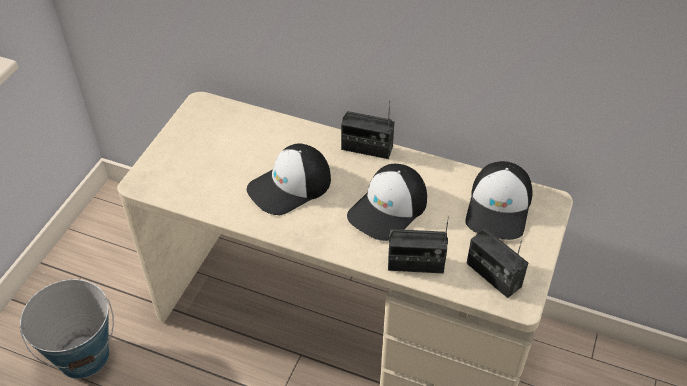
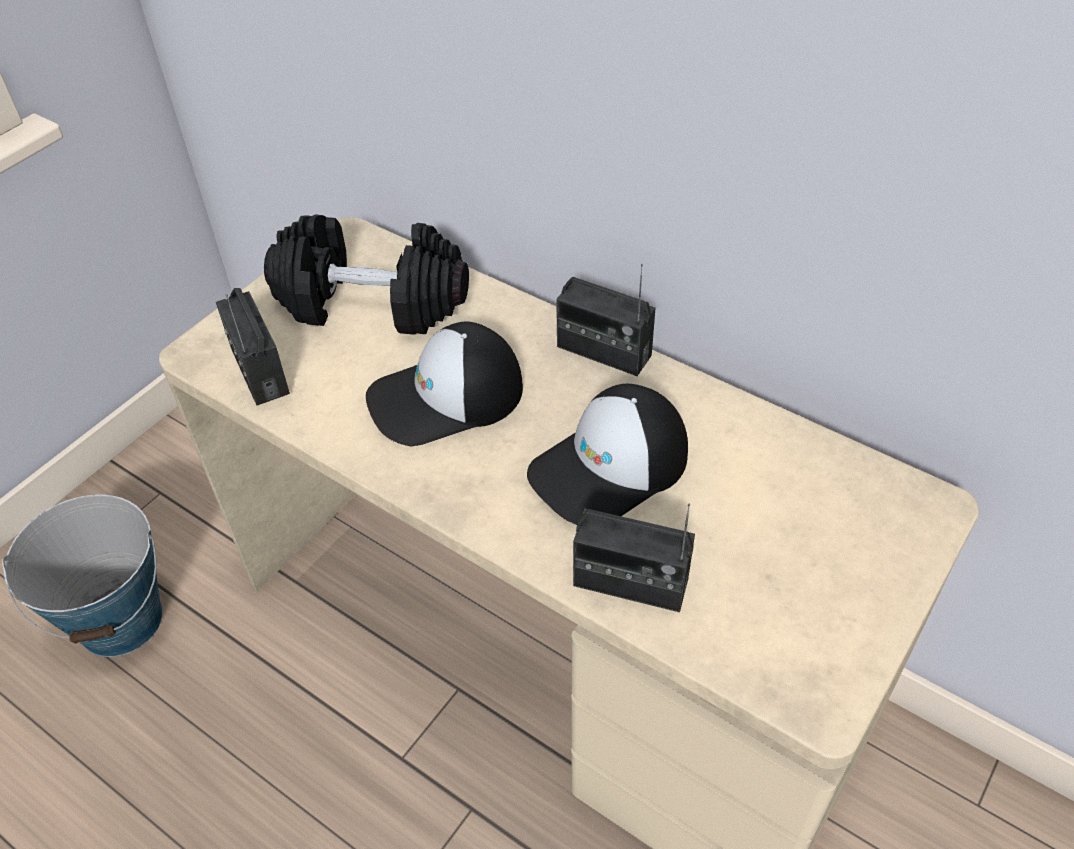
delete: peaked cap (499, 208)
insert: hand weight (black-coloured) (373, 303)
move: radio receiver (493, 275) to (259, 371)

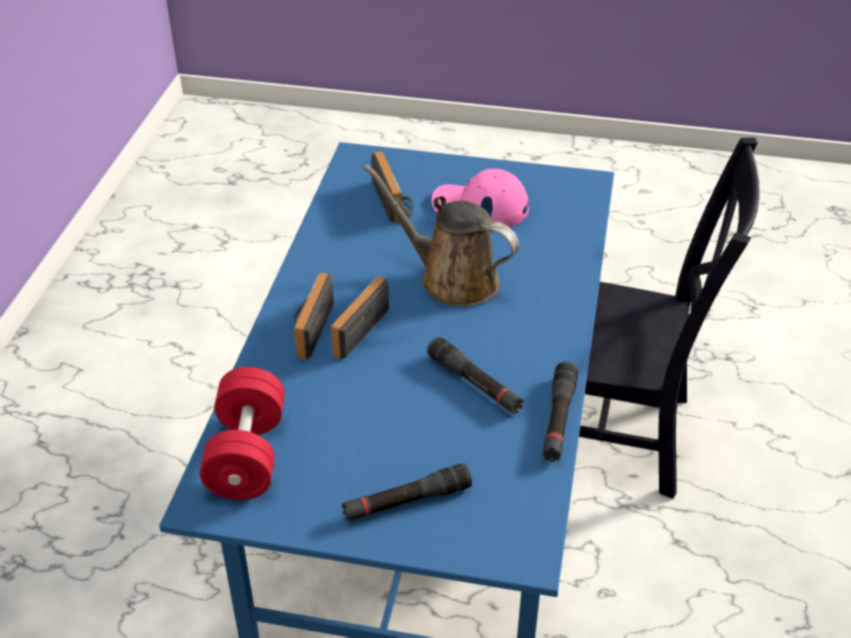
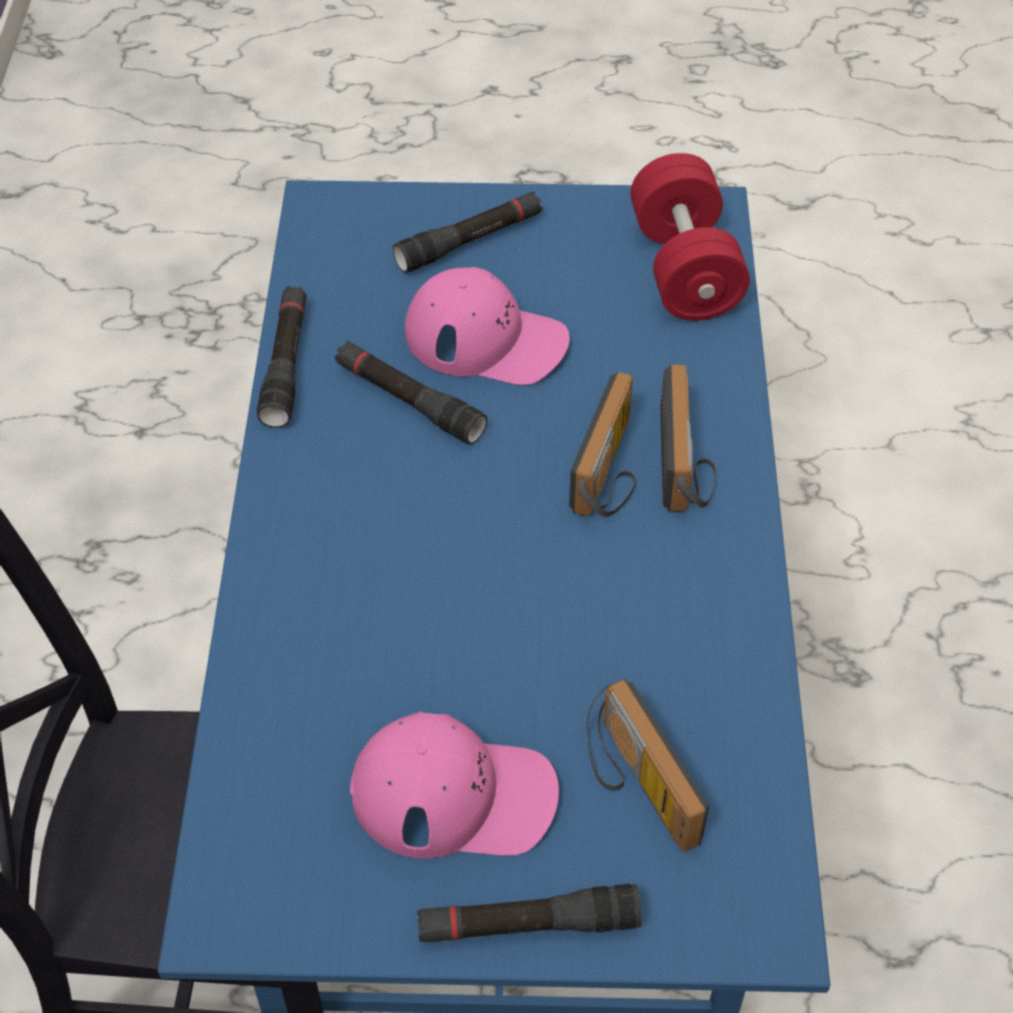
delete: watering pot (brown) (452, 279)
insert: peaked cap (pinkish) (486, 339); hand torch (black-coloured) (528, 925)

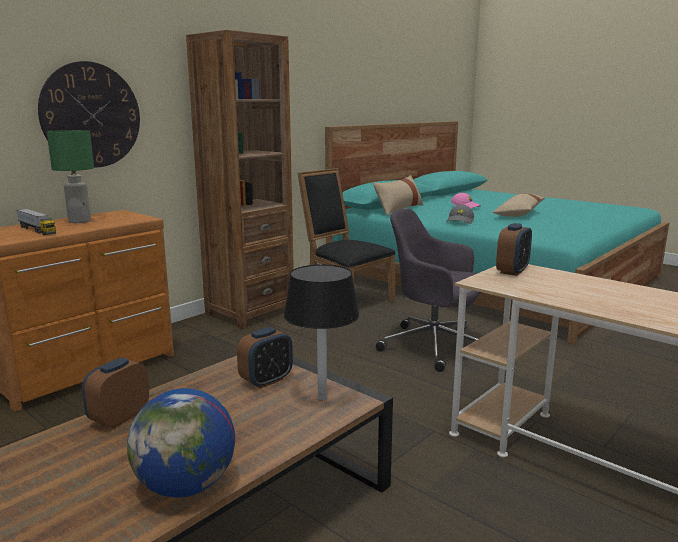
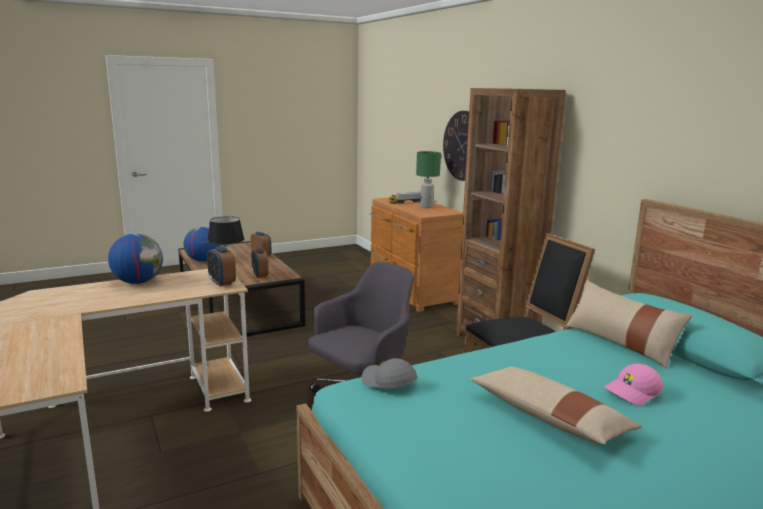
insert: globe (138, 282)
move: peaked cap (gray) (460, 221) to (388, 382)

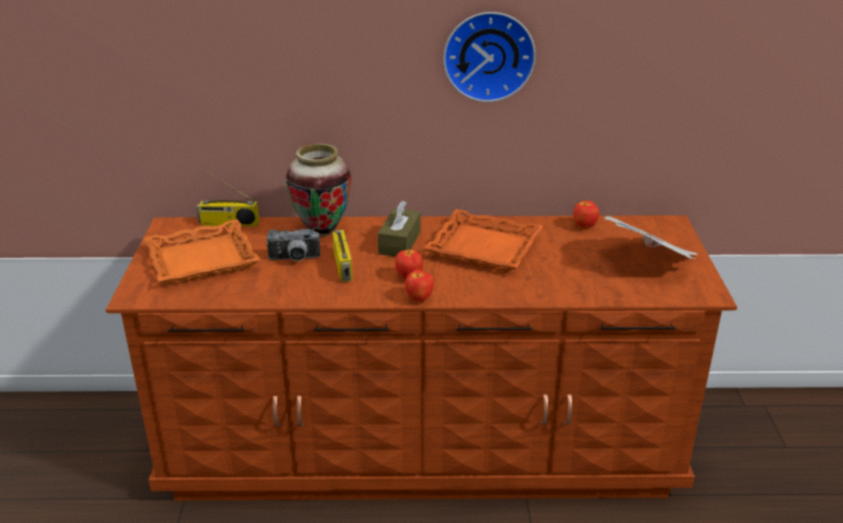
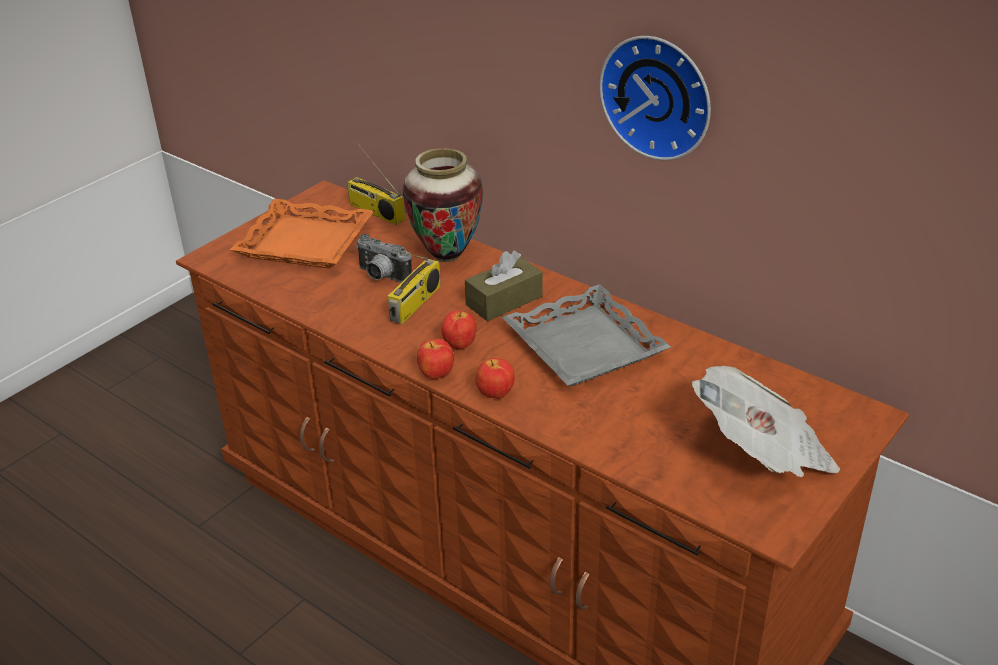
move: whole apple (584, 227) to (495, 395)
recolor: tray (orange) (484, 247) to tray (gray) (585, 345)

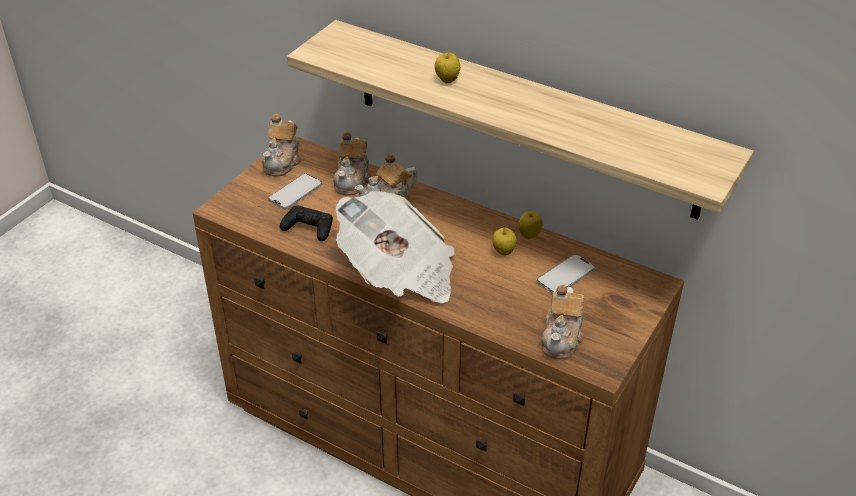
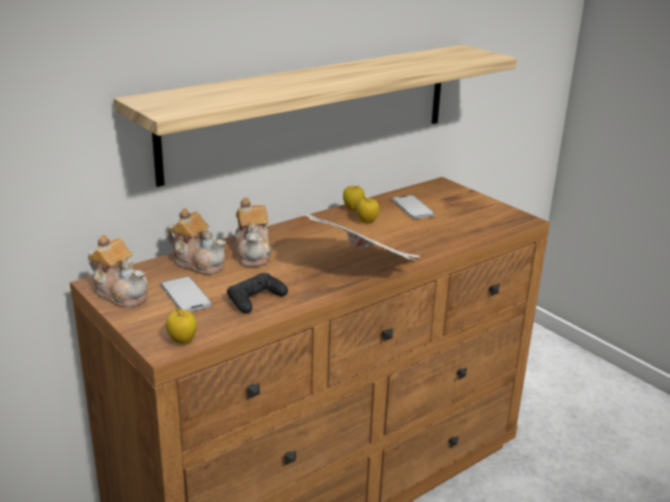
delete: teapot (562, 338)
move: whole apple (447, 80) to (182, 341)

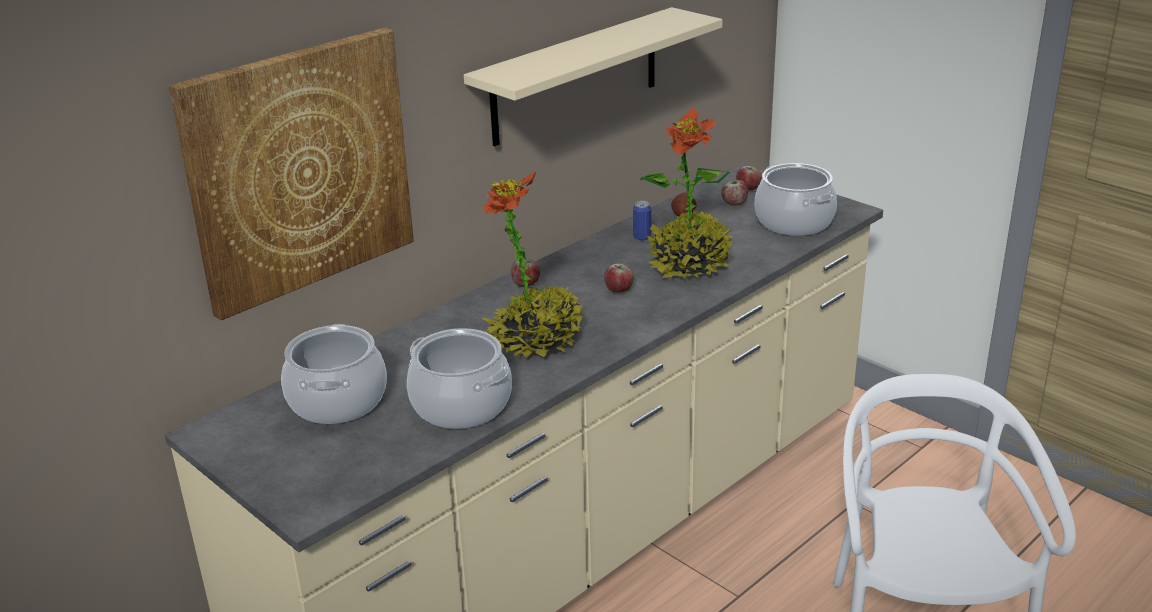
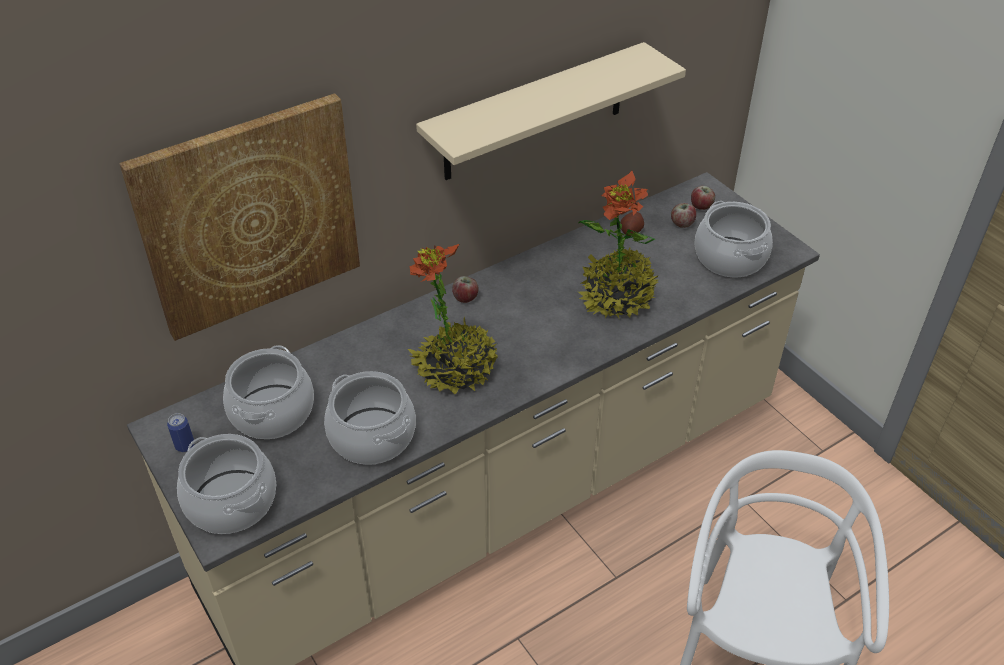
delete: whole apple (619, 290)
insert: stockpot (232, 501)
move: metal can (642, 237) to (185, 446)

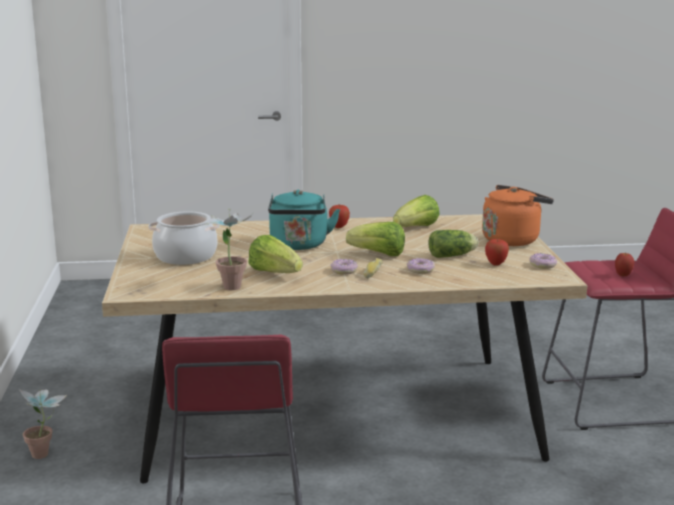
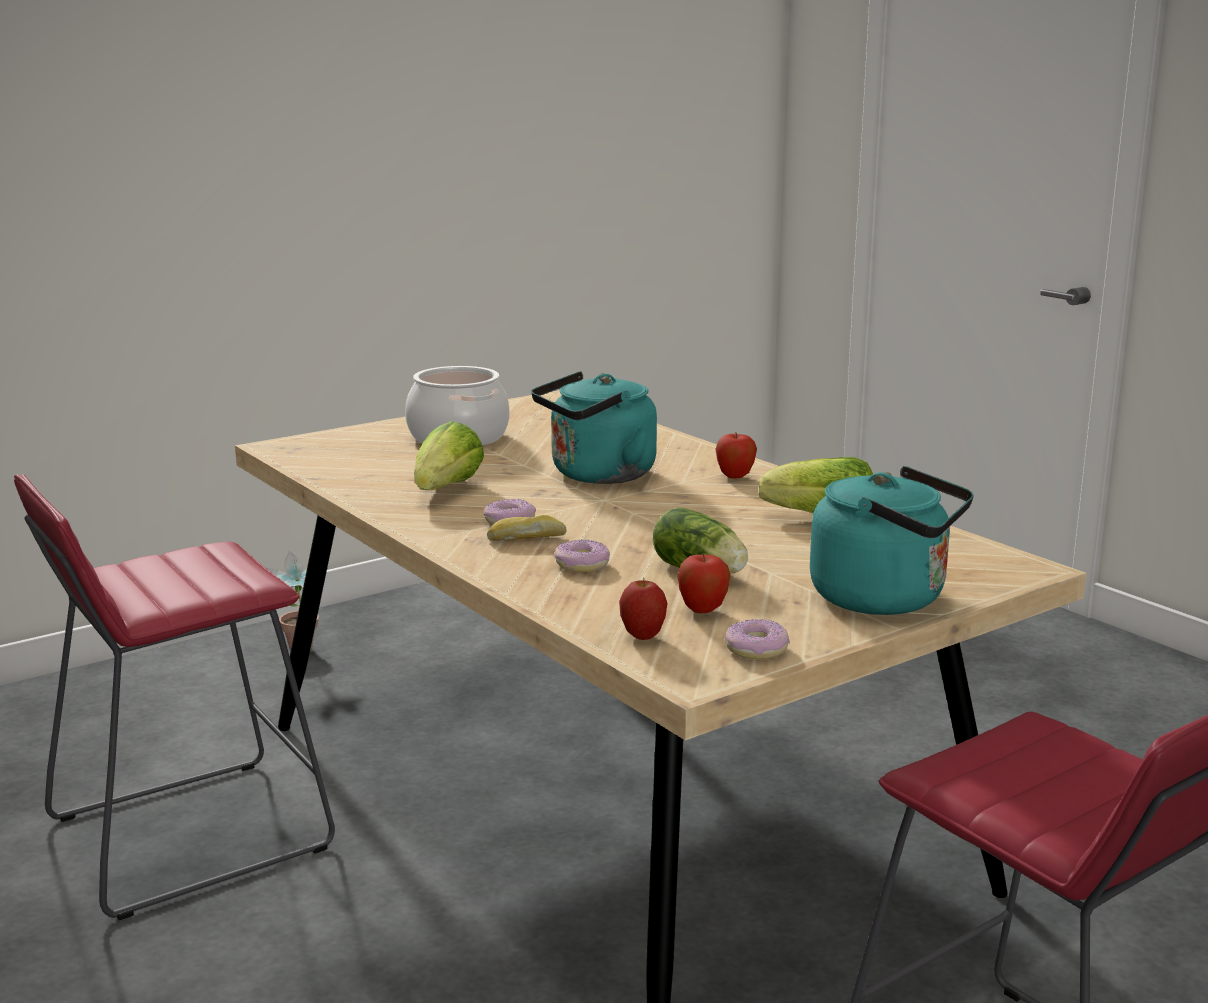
delete: potted plant (231, 285); lettuce (378, 254)
move: whole apple (623, 275) to (643, 637)
recolor: water kettle (orange) (513, 240) to water kettle (turquoise) (886, 599)

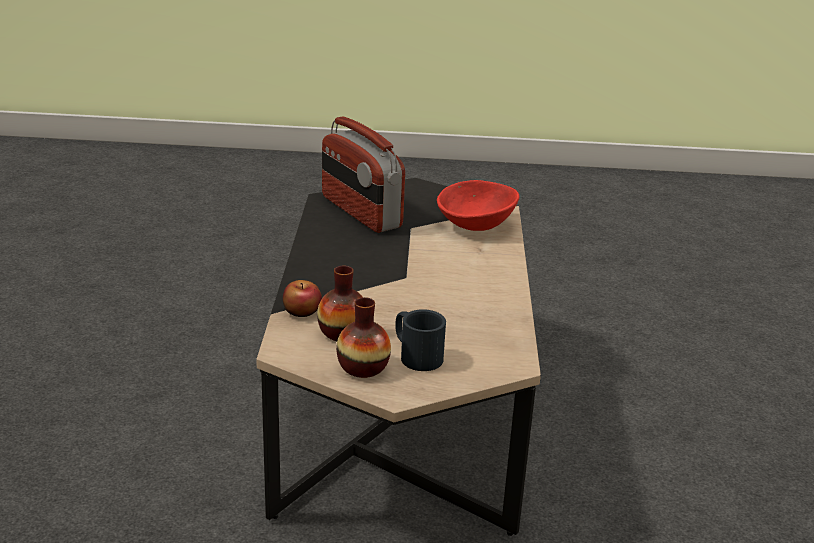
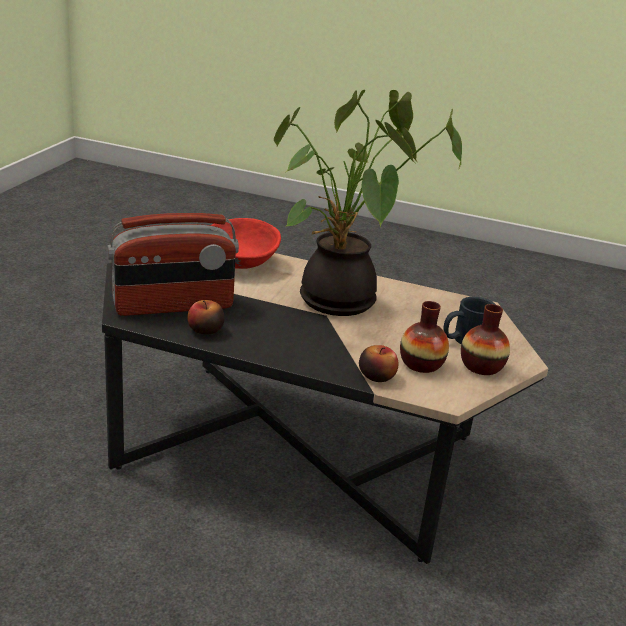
insert: whole apple (205, 330); potted plant (341, 304)

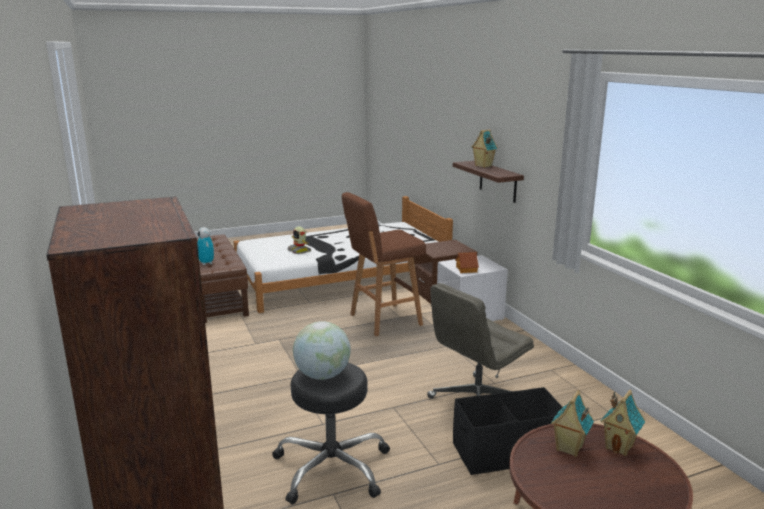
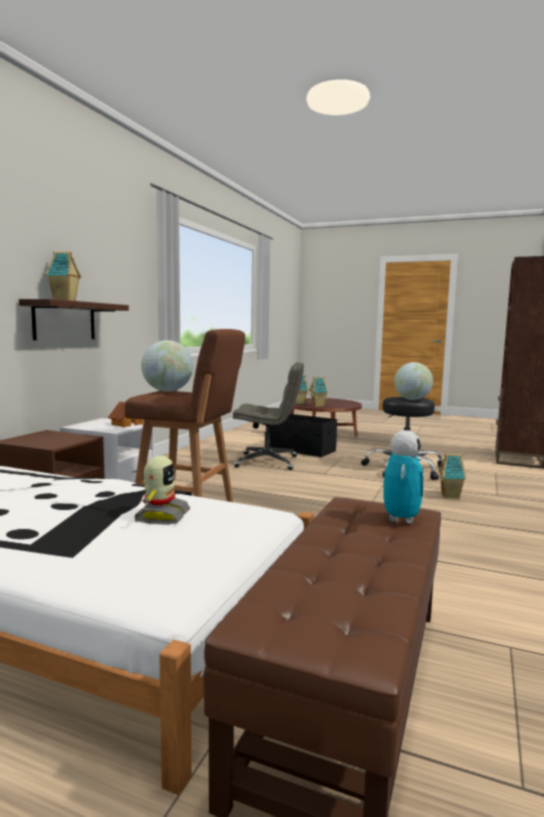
insert: globe (167, 391); model house (451, 496)

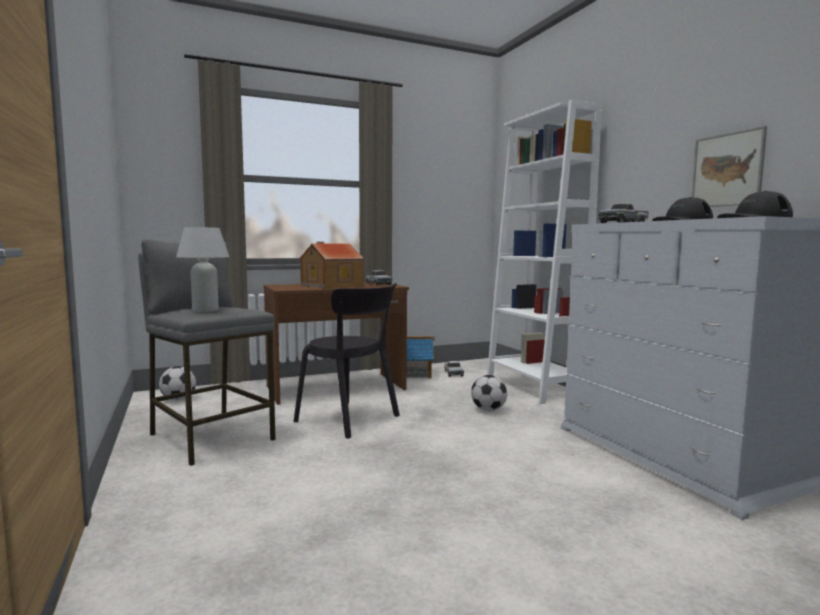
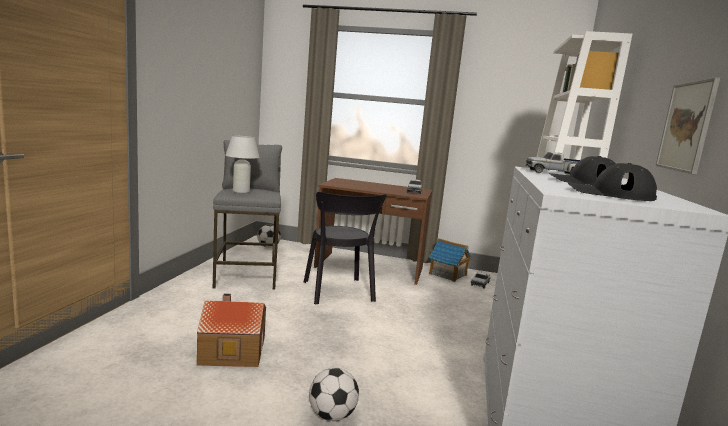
move: model house (330, 285) to (232, 350); ball for football (488, 410) to (332, 415)

